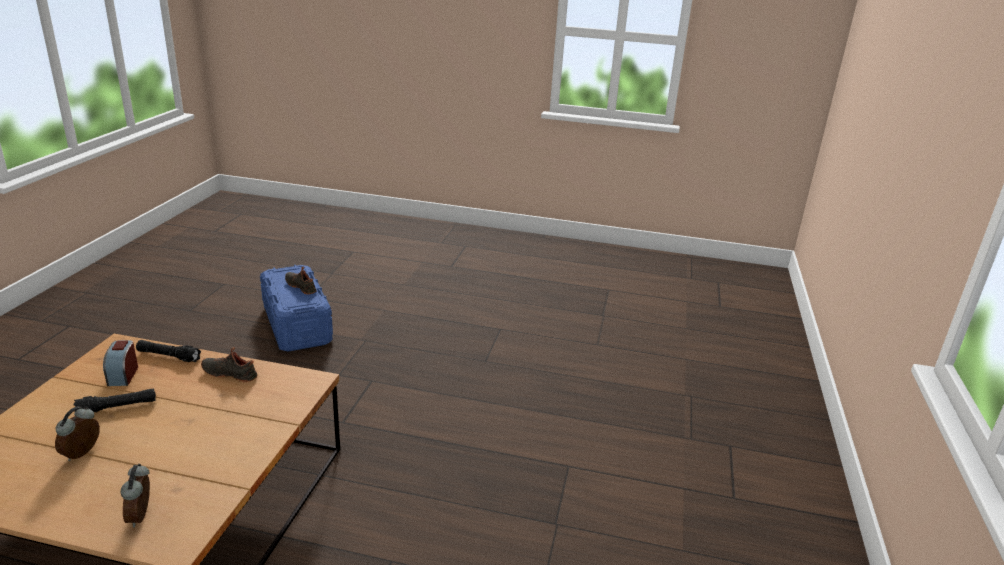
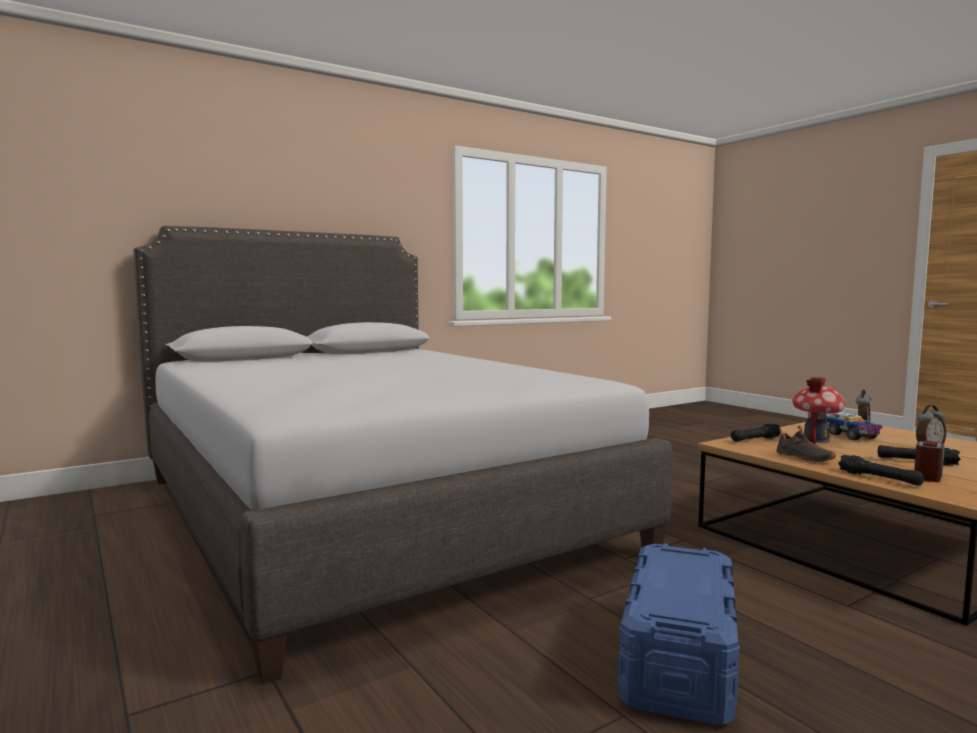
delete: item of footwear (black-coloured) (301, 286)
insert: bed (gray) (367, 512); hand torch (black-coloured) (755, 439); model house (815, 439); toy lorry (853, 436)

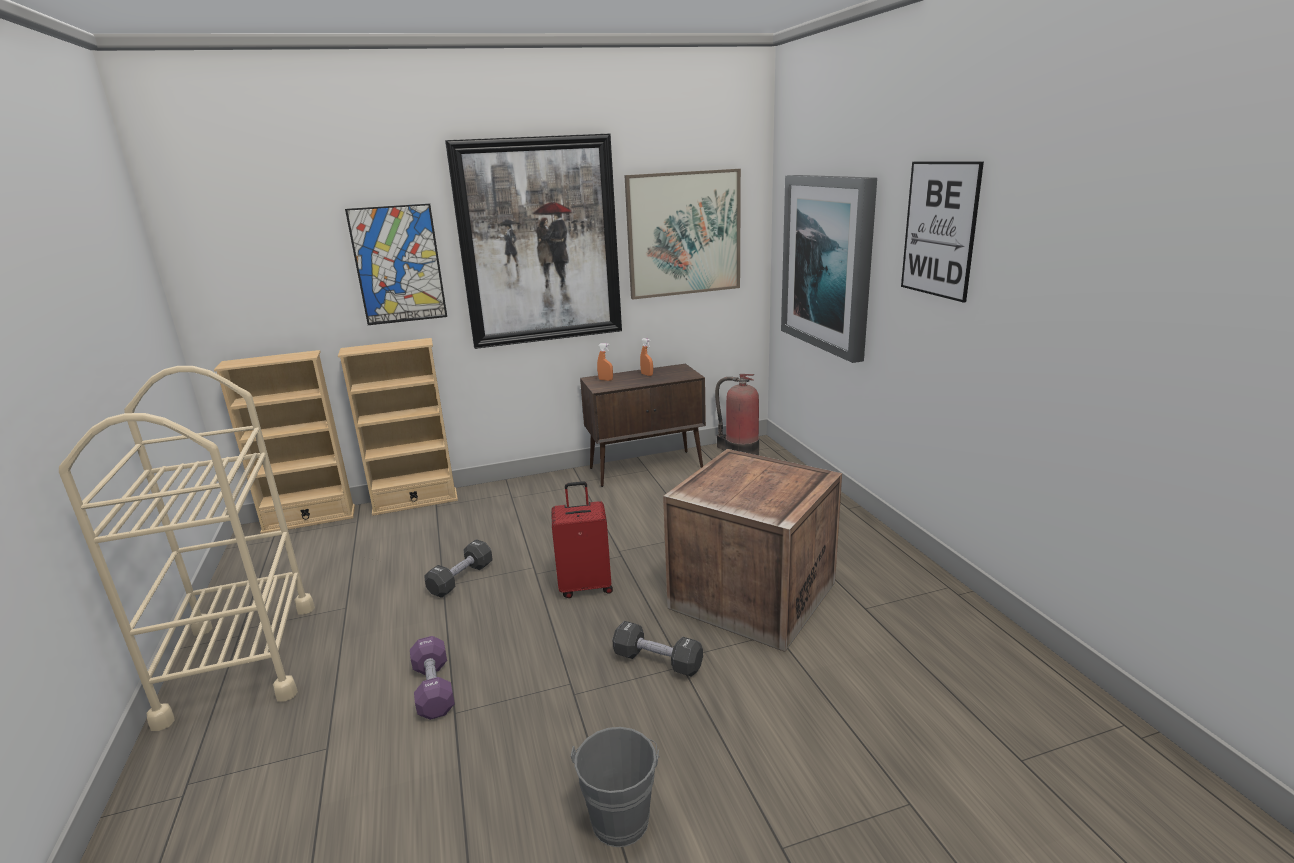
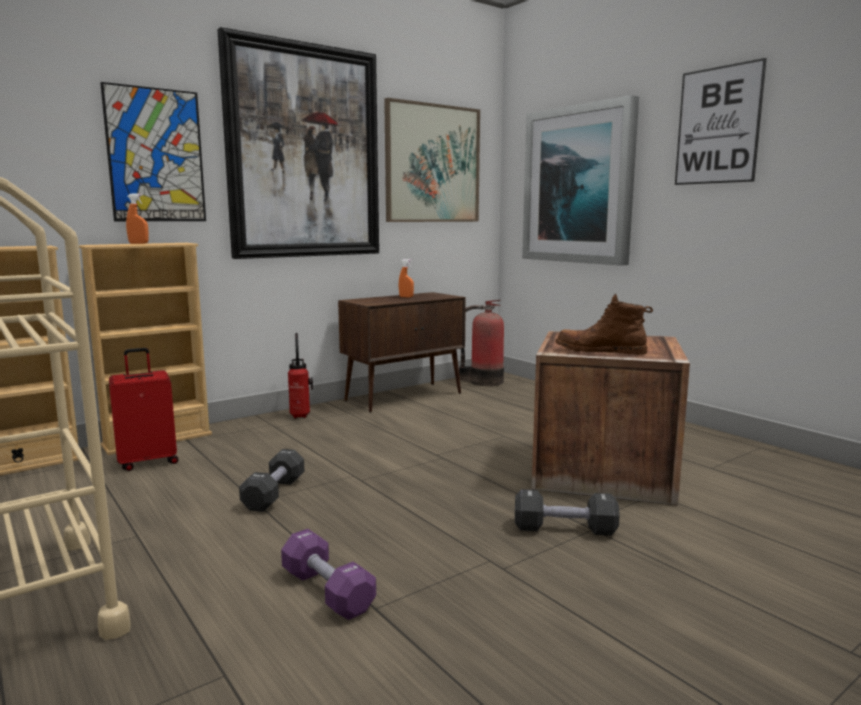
delete: bucket (gray) (621, 815)
insert: fire-fighting cylinder (301, 415); tall boot (brown) (600, 352)
move: travel case (reddish) (585, 586) to (148, 461); hand sprayer (orange) (605, 380) to (138, 243)

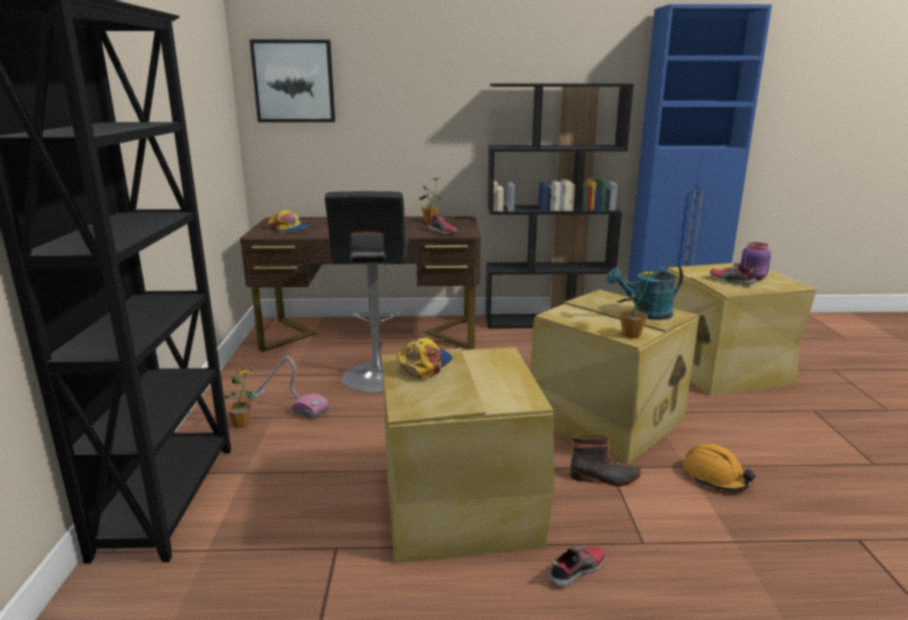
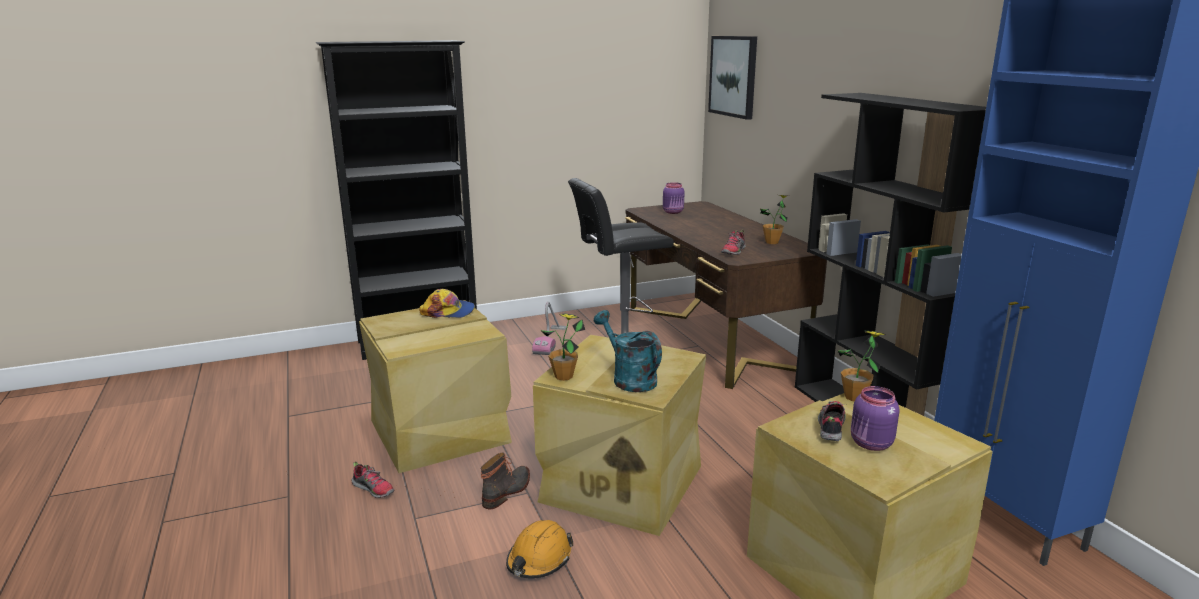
move: potted plant (241, 424) to (854, 397)
replace: peaked cap (289, 229) to preserve jar (purplish) (673, 212)
rotate: tall boot (604, 478) = (507, 491) 135 degrees counterclockwise

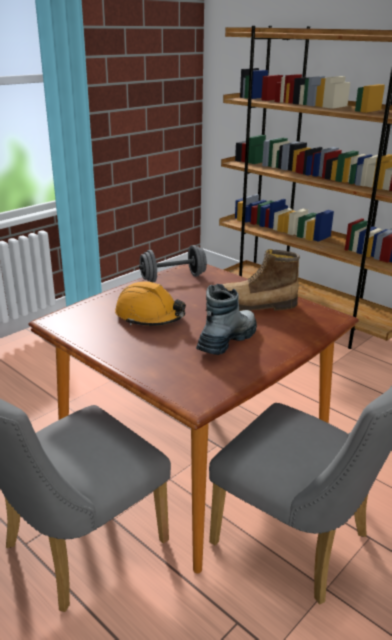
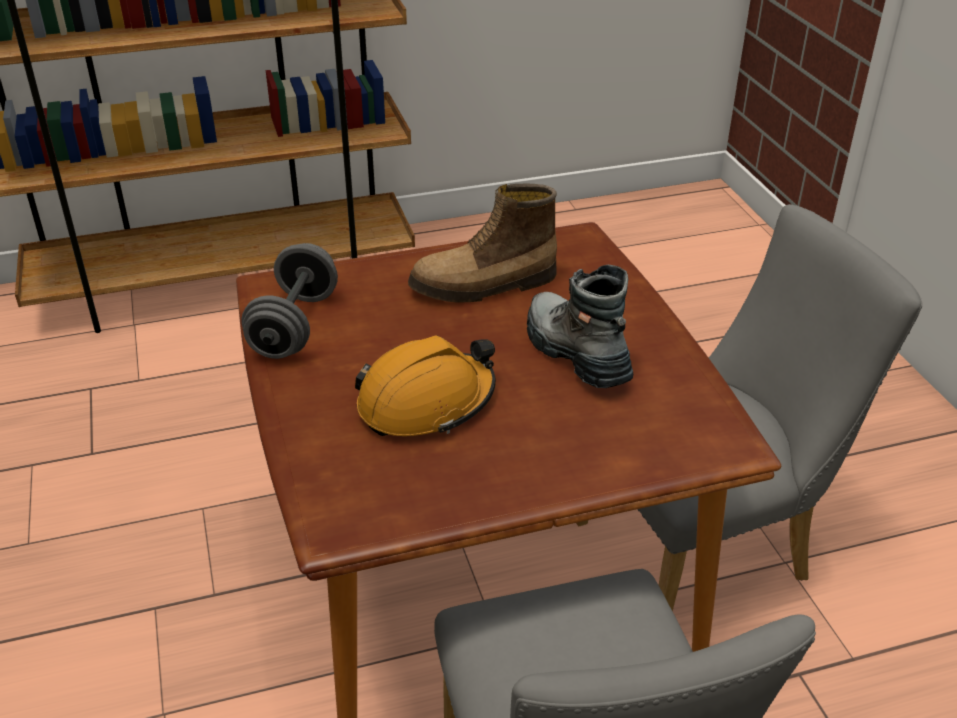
rotate: tall boot (254, 306) = (484, 286) 45 degrees clockwise

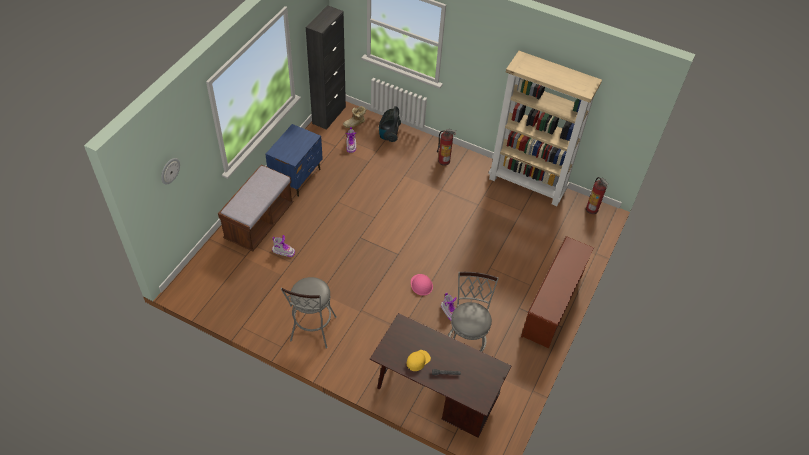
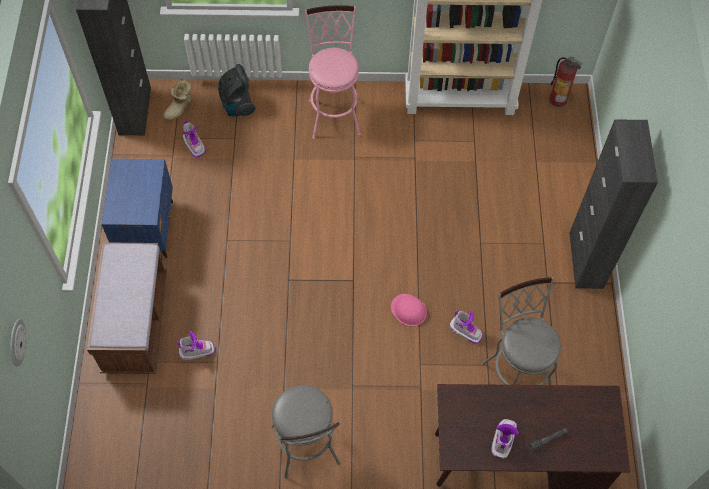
replace: peaked cap (yellowish) (418, 360) to tall boot (503, 440); fire-fighting cylinder (444, 161) to stool seat (pinkish) (334, 112); shoe stand (brown) (553, 306) to cabinet (black-coloured) (586, 260)

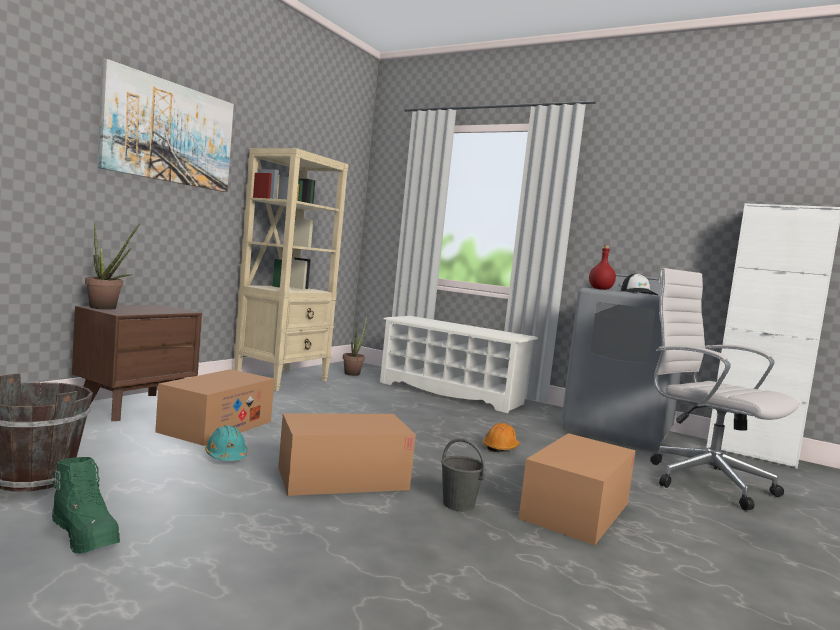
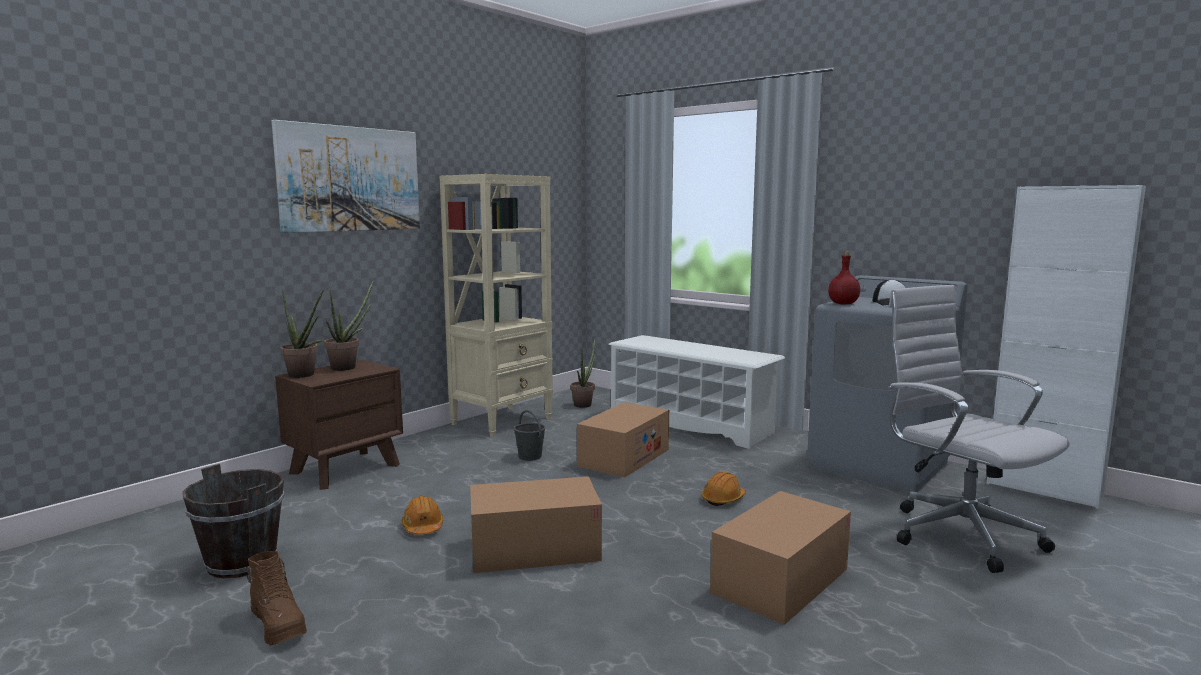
insert: potted plant (348, 367)
move: carton (216, 426) to (624, 457); bucket (gray) (458, 504) to (530, 456)
recolor: tall boot (greenish) (85, 535) to tall boot (brown) (279, 625); work helmet (turquoise) (226, 456) to work helmet (orange) (423, 527)

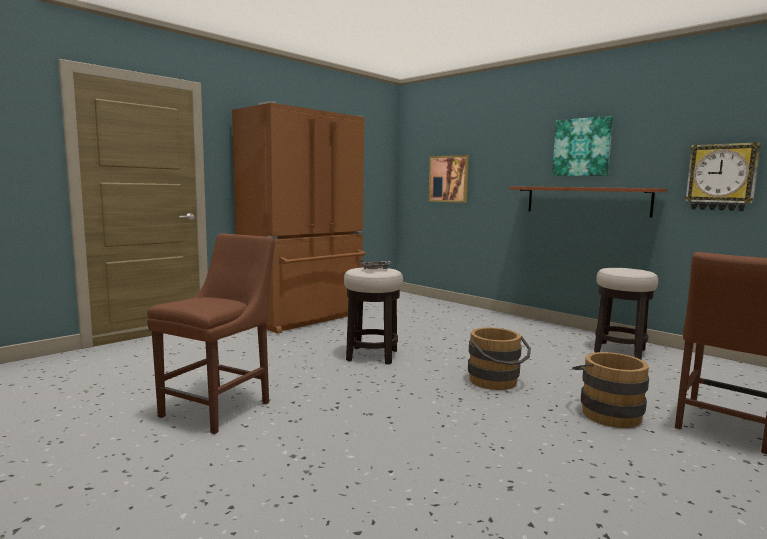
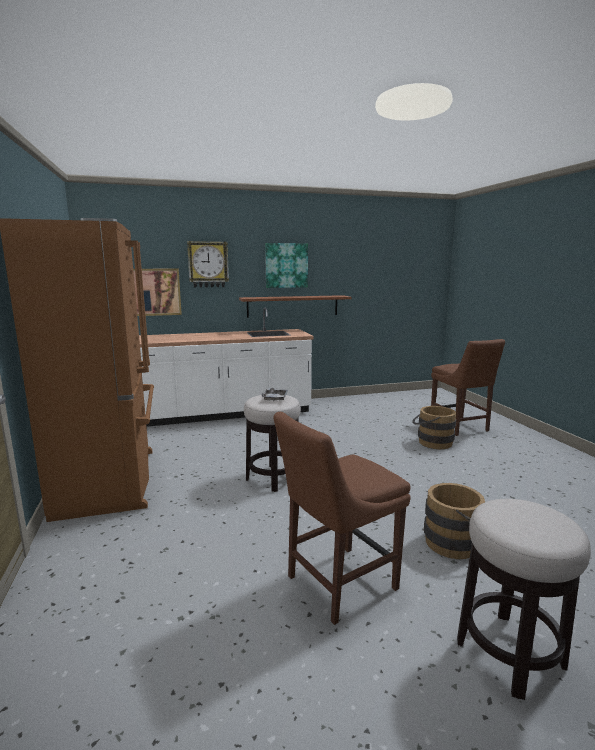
insert: counter (white-coloured) (222, 414)
move: bucket (brown) (496, 382) to (457, 543); stool seat (619, 351) to (509, 653); hanging clock (721, 177) to (208, 264)
rotate: plain chair (brown) (220, 407) = (337, 584) 90 degrees counterclockwise

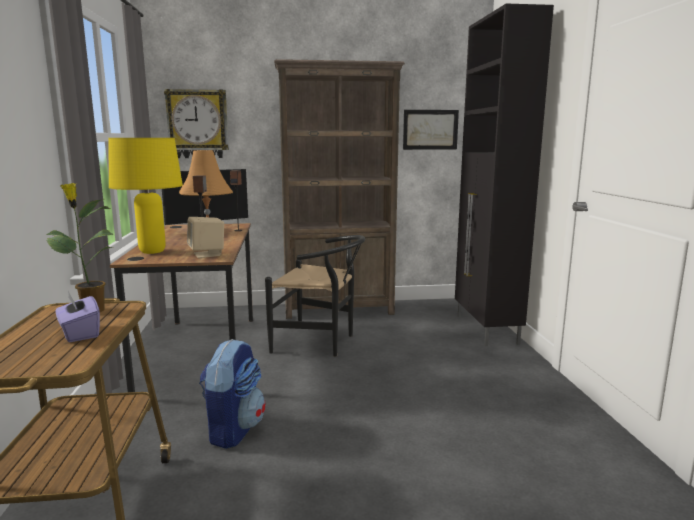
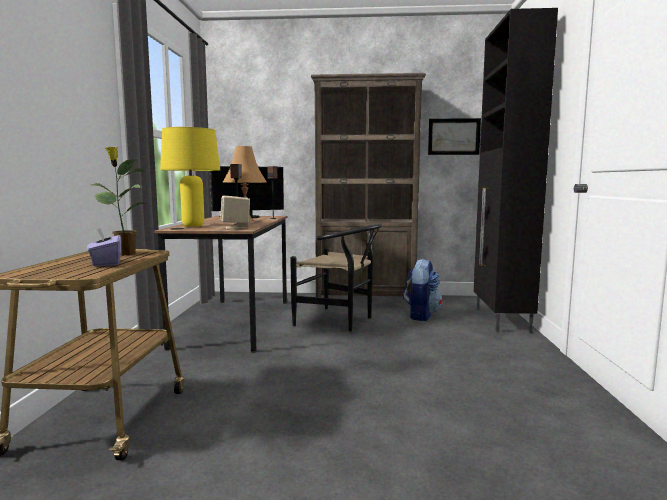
delete: hanging clock (198, 124)
move: backpack (233, 429) to (421, 315)

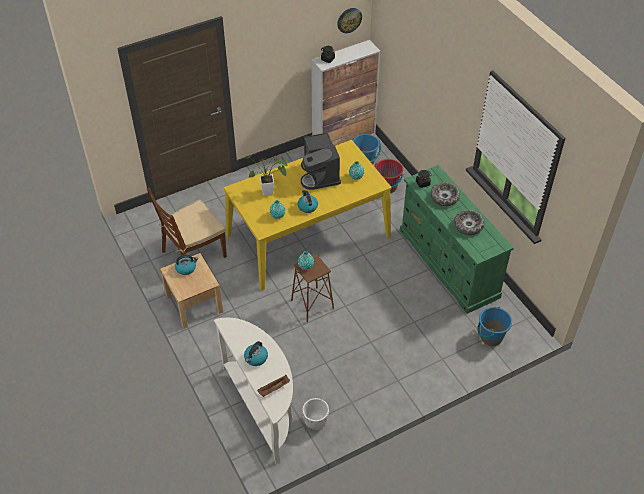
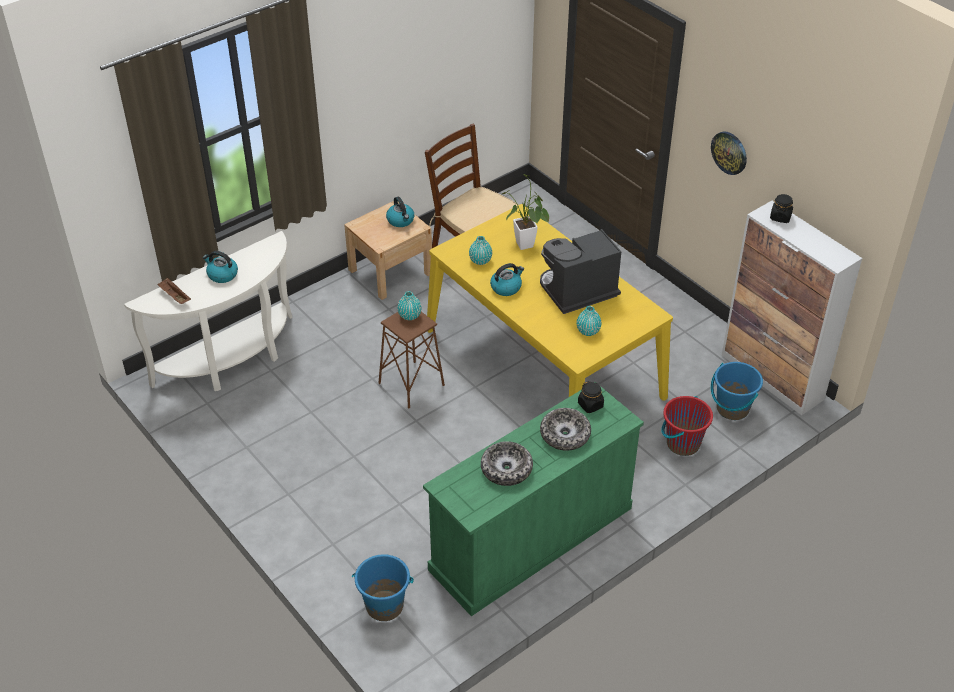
delete: flower pot (white-coloured) (316, 422)
move: hanging clock (349, 20) to (729, 152)

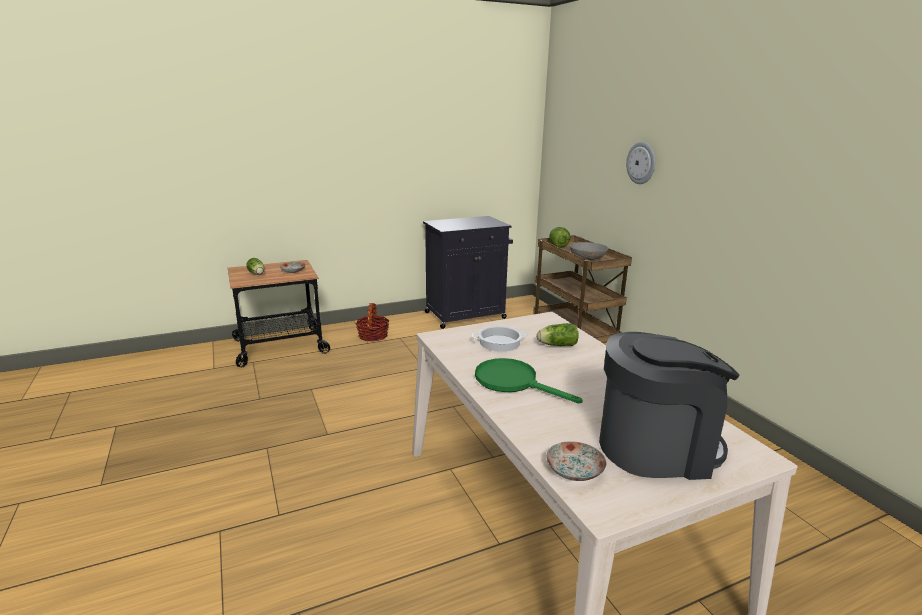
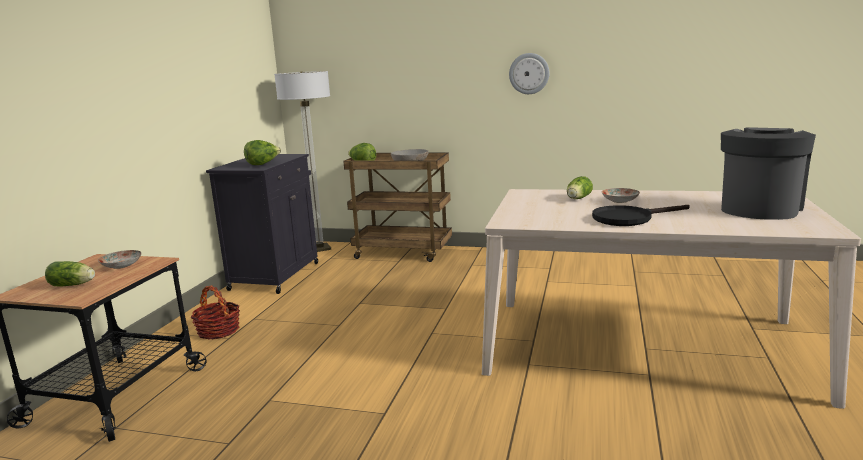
delete: stockpot (500, 342)
insert: lettuce (263, 164); standing lamp (320, 249)
move: flat dish (574, 471) to (620, 201); hanging clock (641, 163) to (529, 73)
recolor: pan (greenish) (513, 382) to pan (black-coloured) (629, 218)

